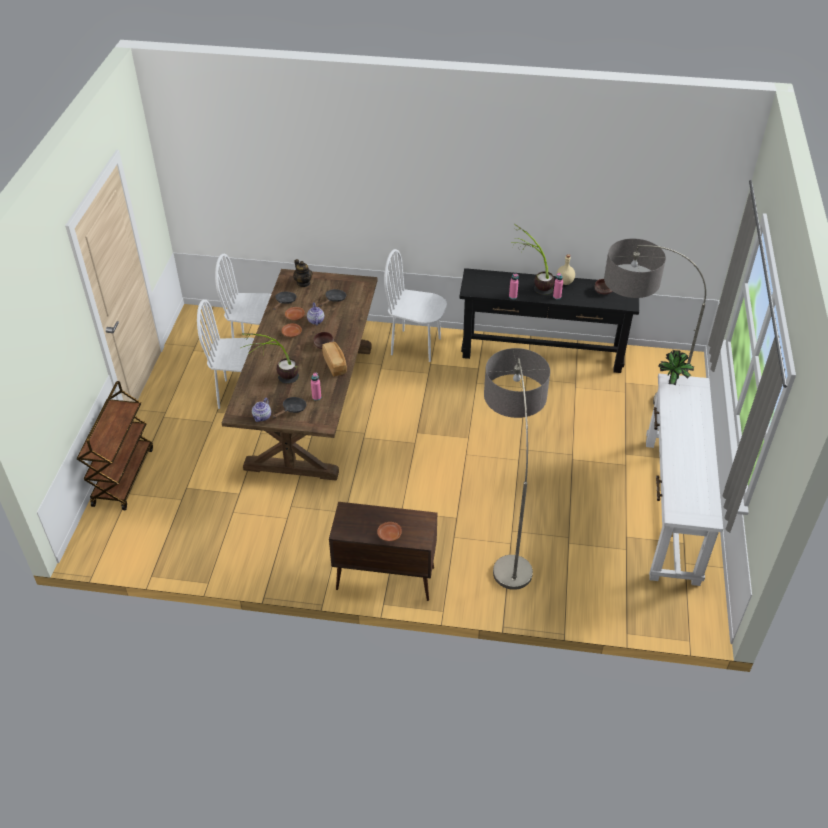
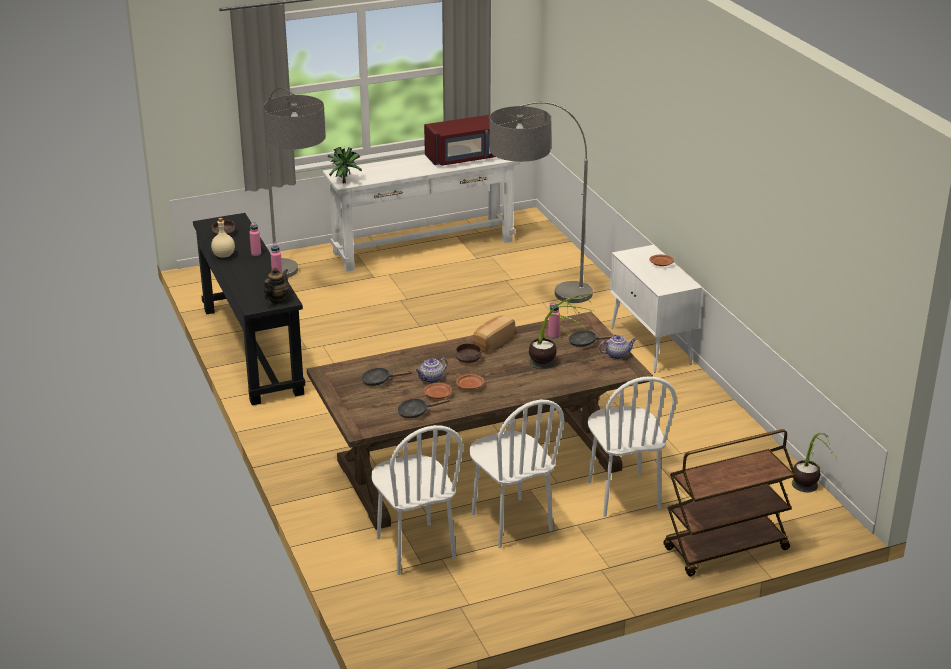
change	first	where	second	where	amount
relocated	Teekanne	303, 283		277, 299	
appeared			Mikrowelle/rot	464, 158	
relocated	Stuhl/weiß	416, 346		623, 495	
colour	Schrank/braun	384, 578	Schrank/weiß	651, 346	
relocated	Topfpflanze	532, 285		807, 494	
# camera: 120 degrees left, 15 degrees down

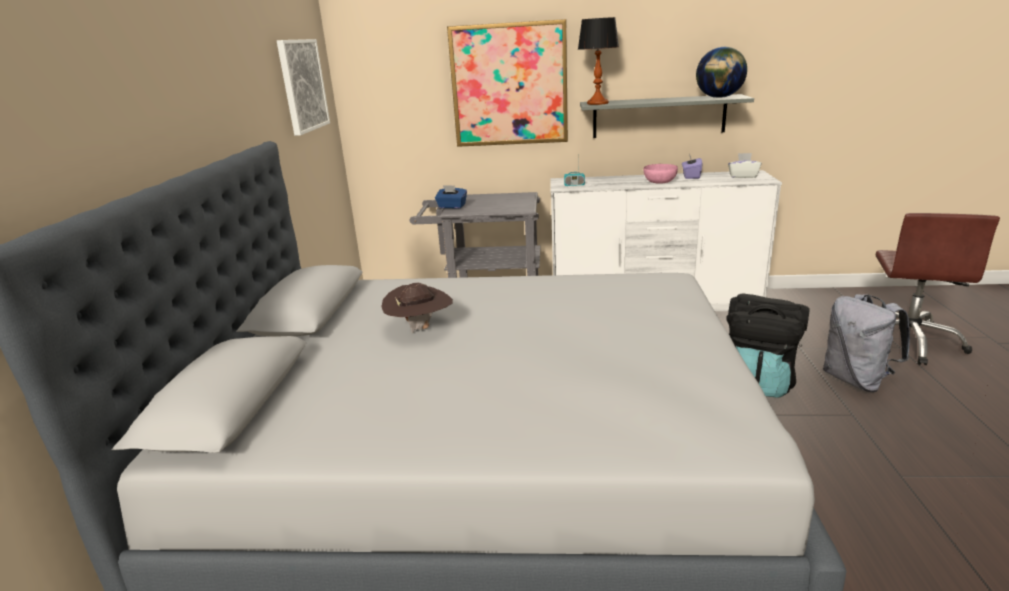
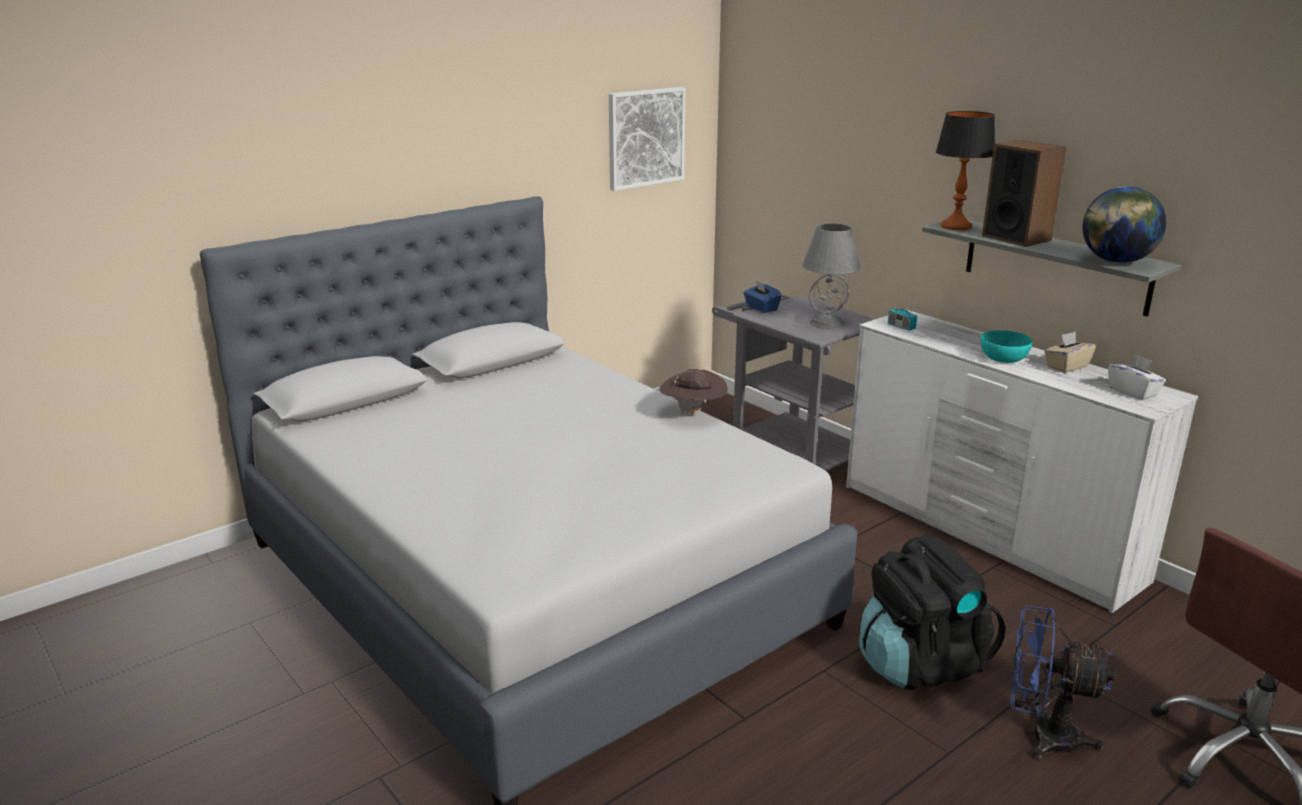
change	first	where	second	where	amount
relocated	Hut/braun	420, 328		693, 413	
appeared			Tischlampe/grau	826, 323	
colour	Schüssel/rosa	660, 182	Schüssel/türkis	1003, 359	
appeared			Lautsprecher	1016, 238	
exchanged	Rucksack/grau	856, 380	Ventilator/blau	1042, 736	
colour	Taschentuchbox/lila	690, 176	Taschentuchbox/beige	1066, 366	
missing	Bild	509, 85			
# camera: 45 degrees right, 0 degrees up

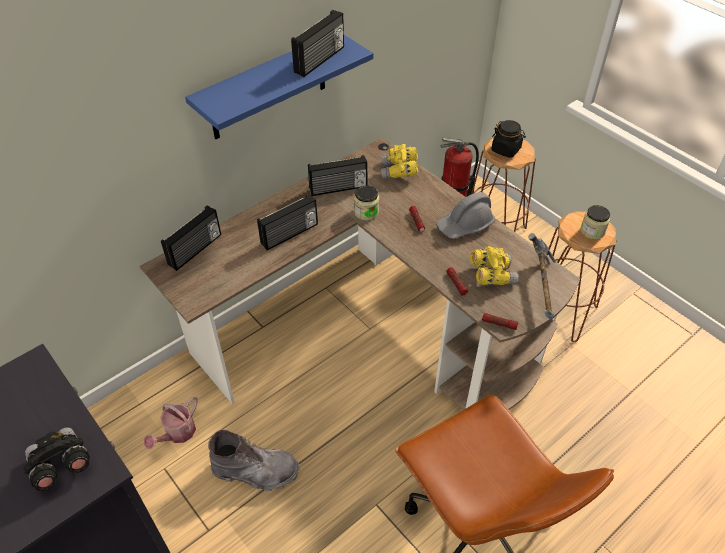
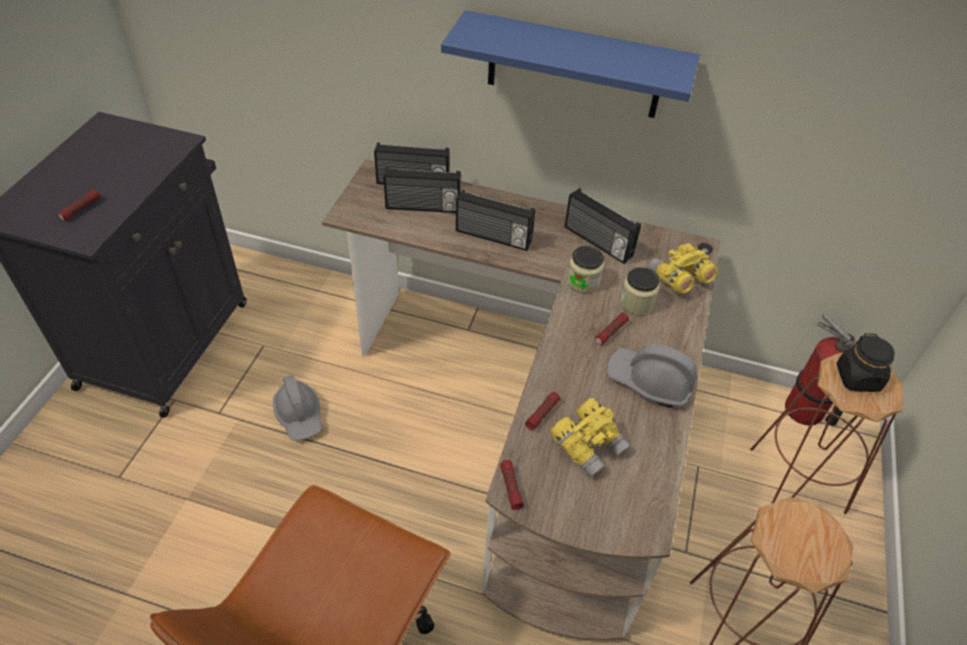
change	first	where	second	where	amount
exchanged	Fernglas/schwarz	60, 466	Taschenlampe	81, 209	
exchanged	Stiefel/grau	256, 471	Schutzhelm/grau	299, 415	
relocated	Radio	320, 60		423, 207	
relocated	Vorratsglas	592, 231		636, 303	
missing	Gießkanne	177, 434			
missing	Hammer	540, 289			
# camera: 55 degrees right, 0 degrees up

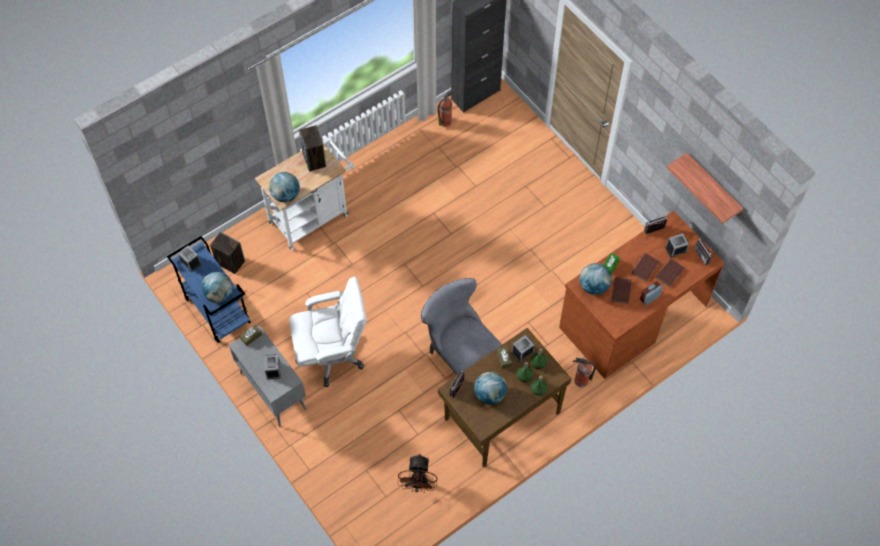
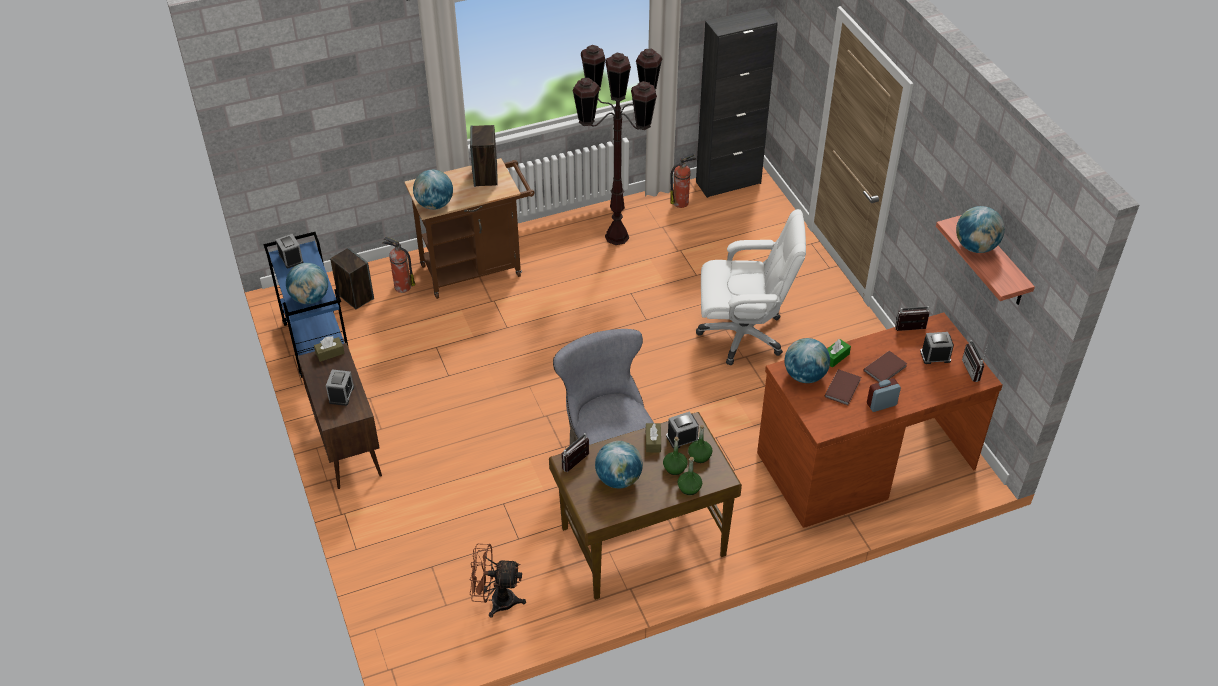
change	first	where	second	where	amount
colour	Schrank/grau	272, 390	Schrank/braun	347, 445	
relocated	Feuerlöscher	580, 381		401, 286	
colour	Rollwagen/weiß	312, 216	Rollwagen/braun	477, 268	
spun	Ventilator/braun	418, 484		496, 600	75 degrees clockwise
appeared			Stehlampe/braun	617, 237	
relocated	Bürostuhl/weiß	332, 355		743, 334	
appeared			Globus	975, 247	
missing	Buch/braun	670, 273			
# camera: 15 degrees right, 15 degrees down

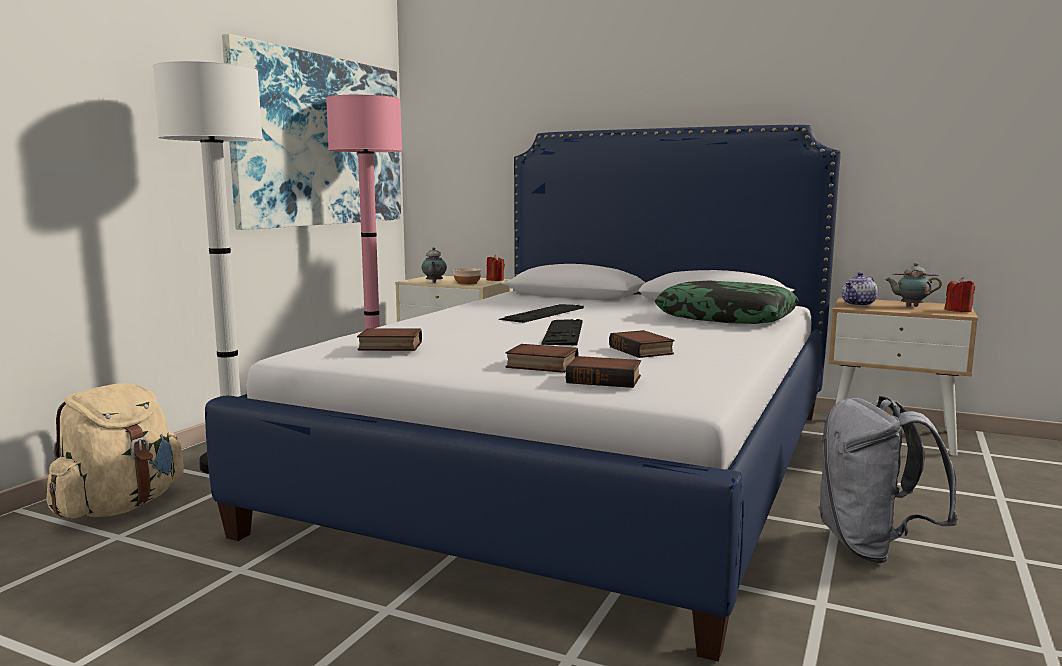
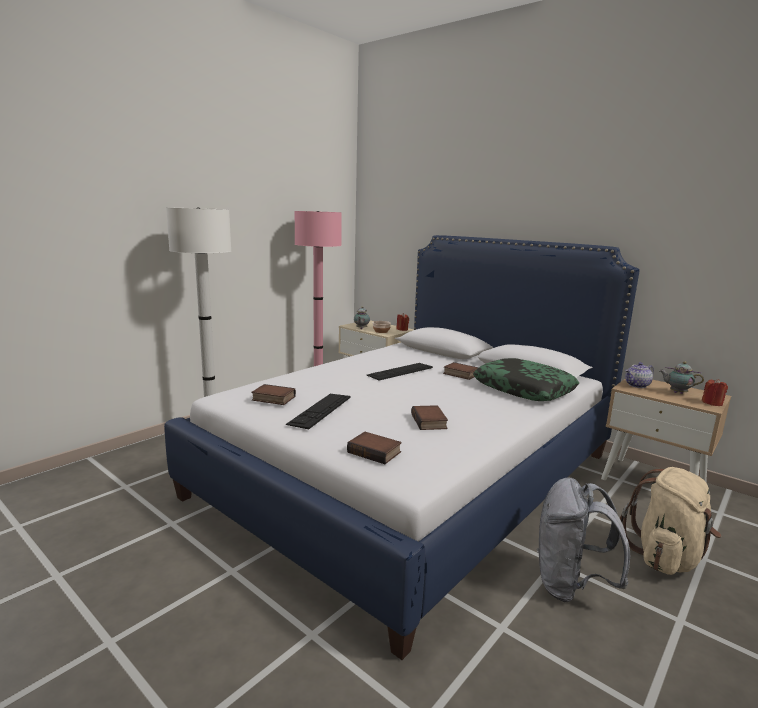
change	first	where	second	where	amount
relocated	Tastatur	563, 332		320, 410	
relocated	Buch	540, 365		460, 374	
relocated	Rucksack/beige	120, 506		666, 557	
missing	Bild	321, 141			
# camera: 15 degrees right, 5 degrees up

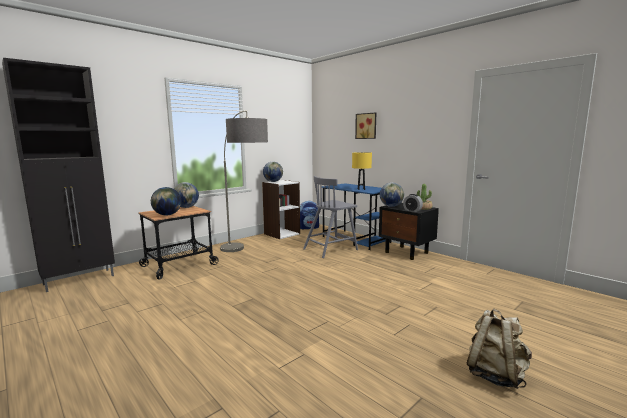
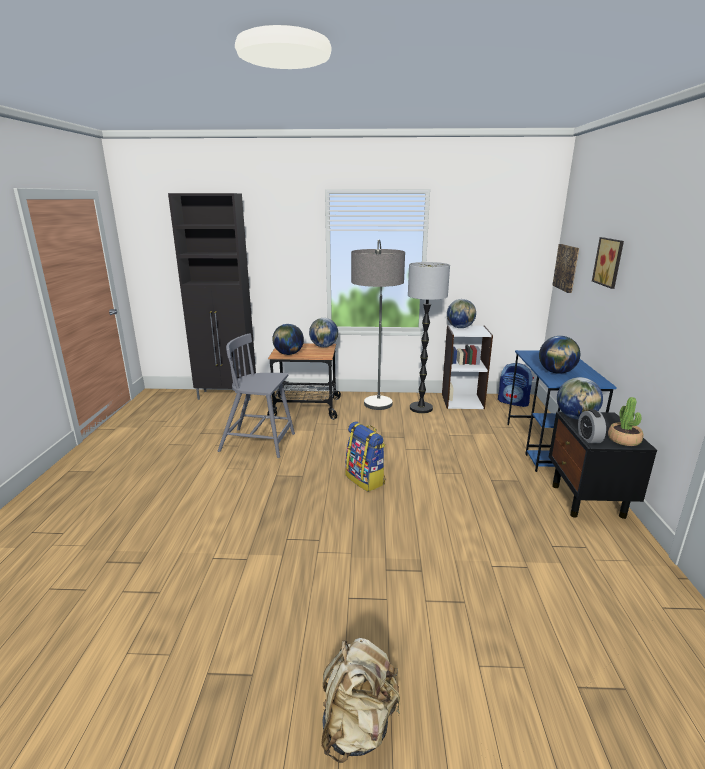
change	first	where	second	where	amount
relocated	Stuhl/grau	331, 249		259, 442	
appeared			Rucksack	365, 479	
appeared			Stehlampe	421, 408	
exchanged	Tischlampe/gelb	361, 189	Globus	556, 372	
appeared			Bild	567, 267	
# camera: 45 degrees right, 10 degrees up

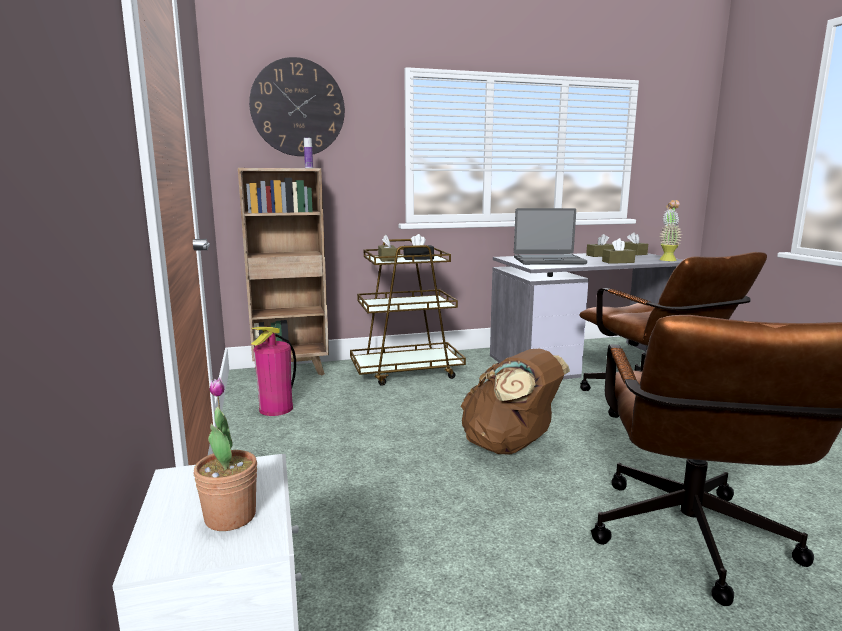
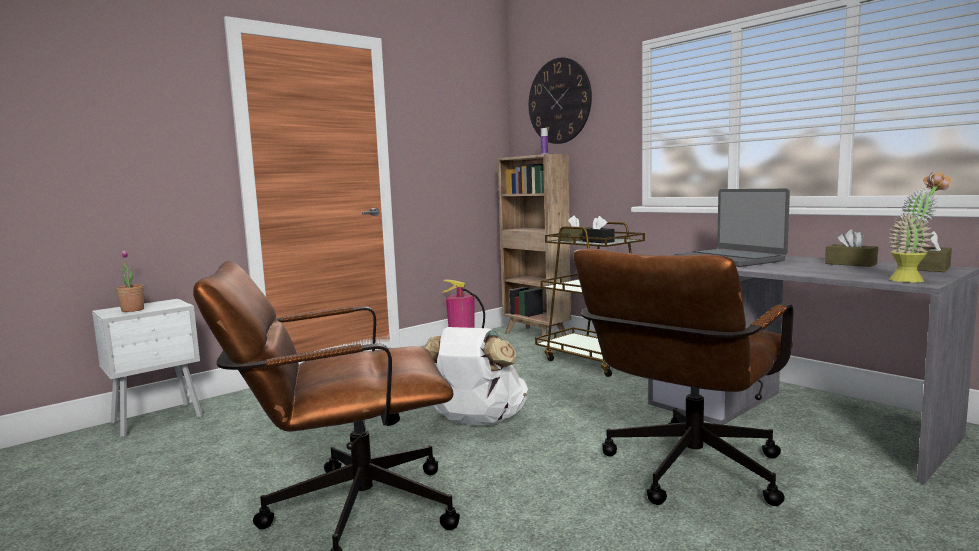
change	first	where	second	where	amount
colour	Rucksack/braun	510, 446	Rucksack/weiß	476, 422	
missing	Taschentuchbox/braun	618, 262			
# camera: 65 degrees right, 5 degrees down

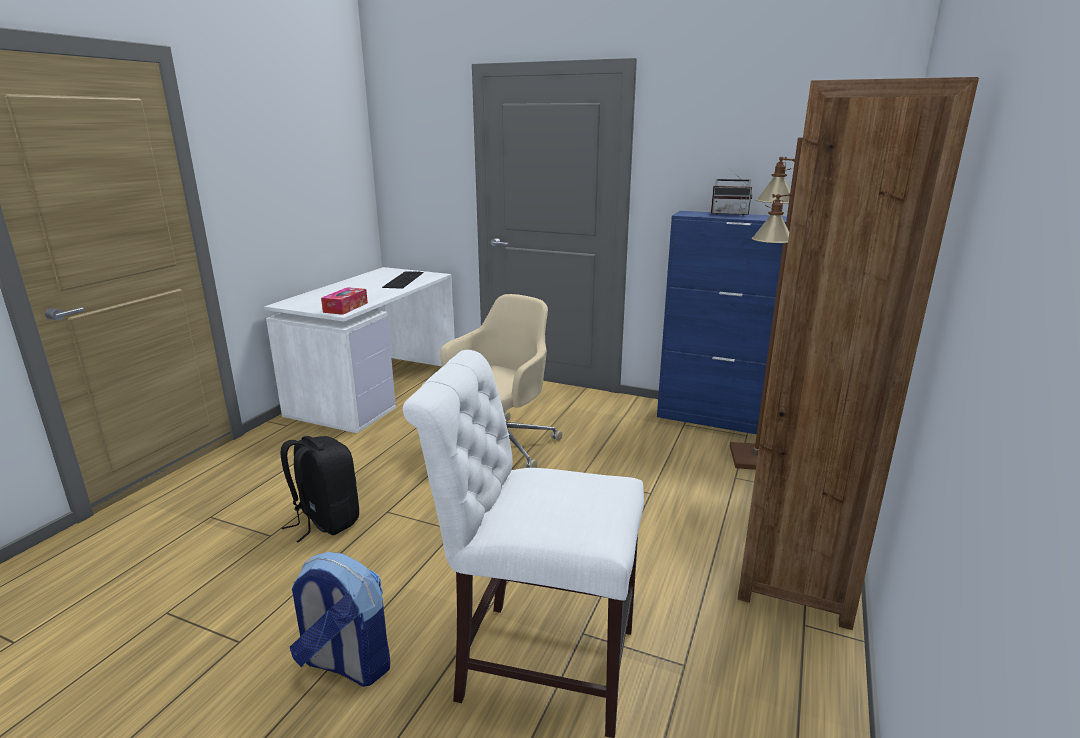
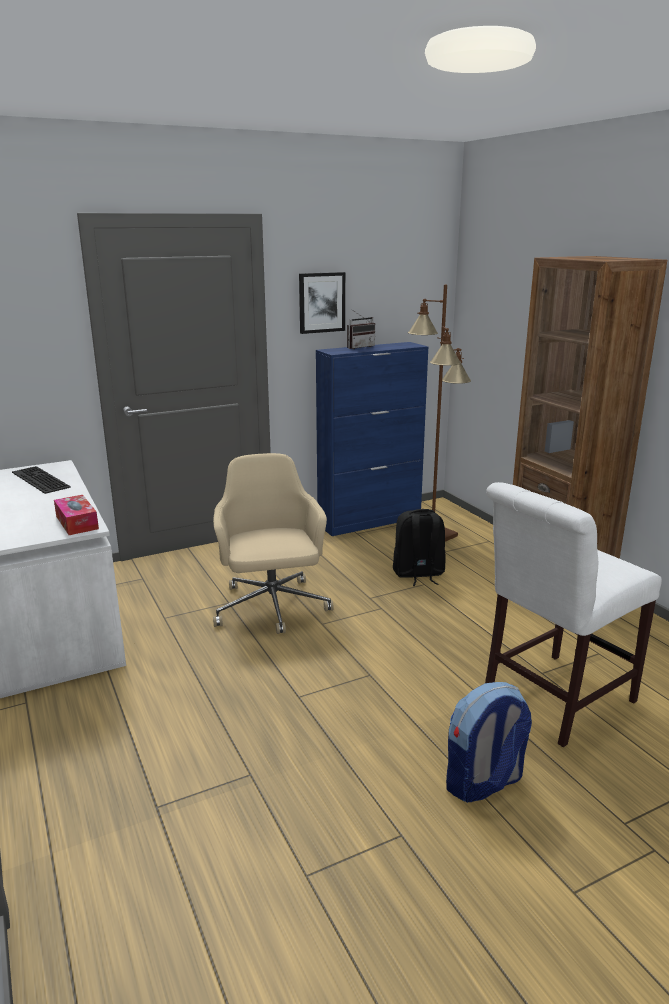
change	first	where	second	where	amount
appeared			Bild	321, 302	
relocated	Rucksack/schwarz	325, 521		418, 574	
# camera: 50 degrees left, 0 degrees up

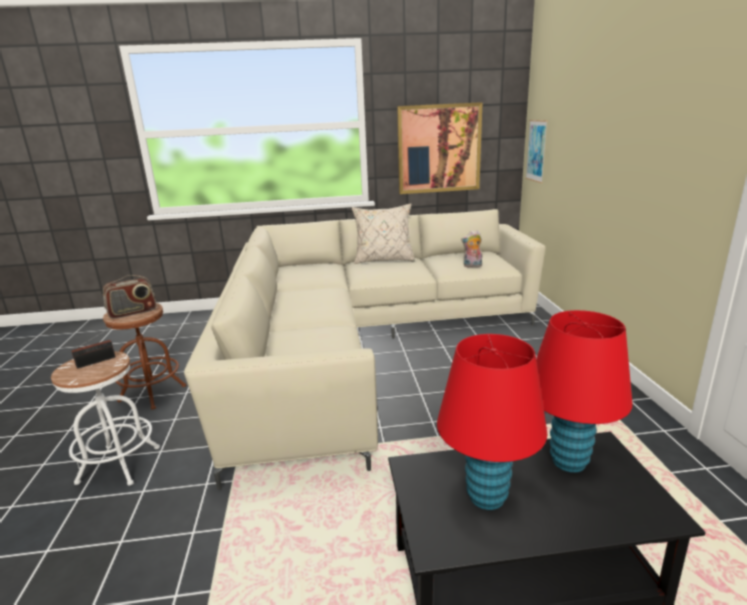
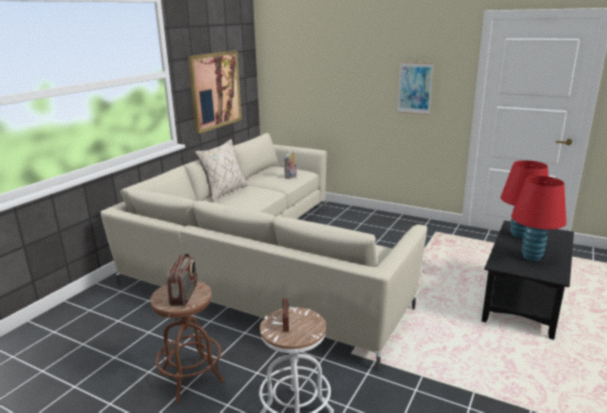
change	first	where	second	where	amount
relocated	Bild	536, 151		415, 88	
# camera: 55 degrees left, 0 degrees up

